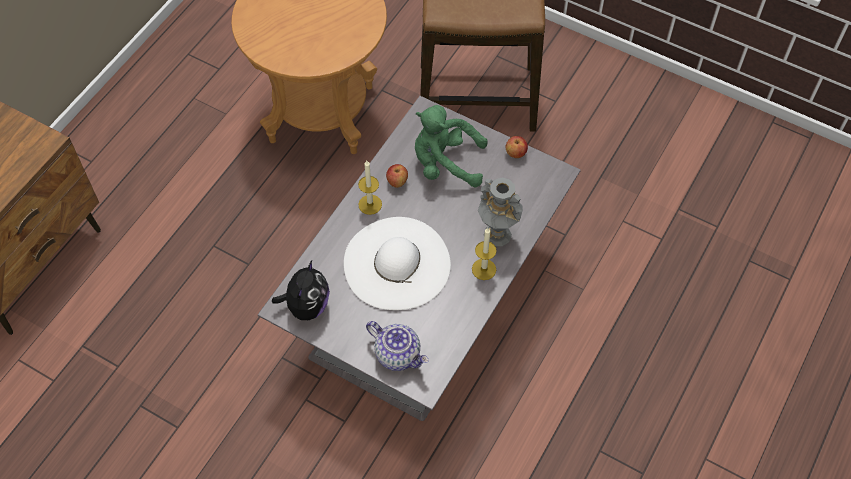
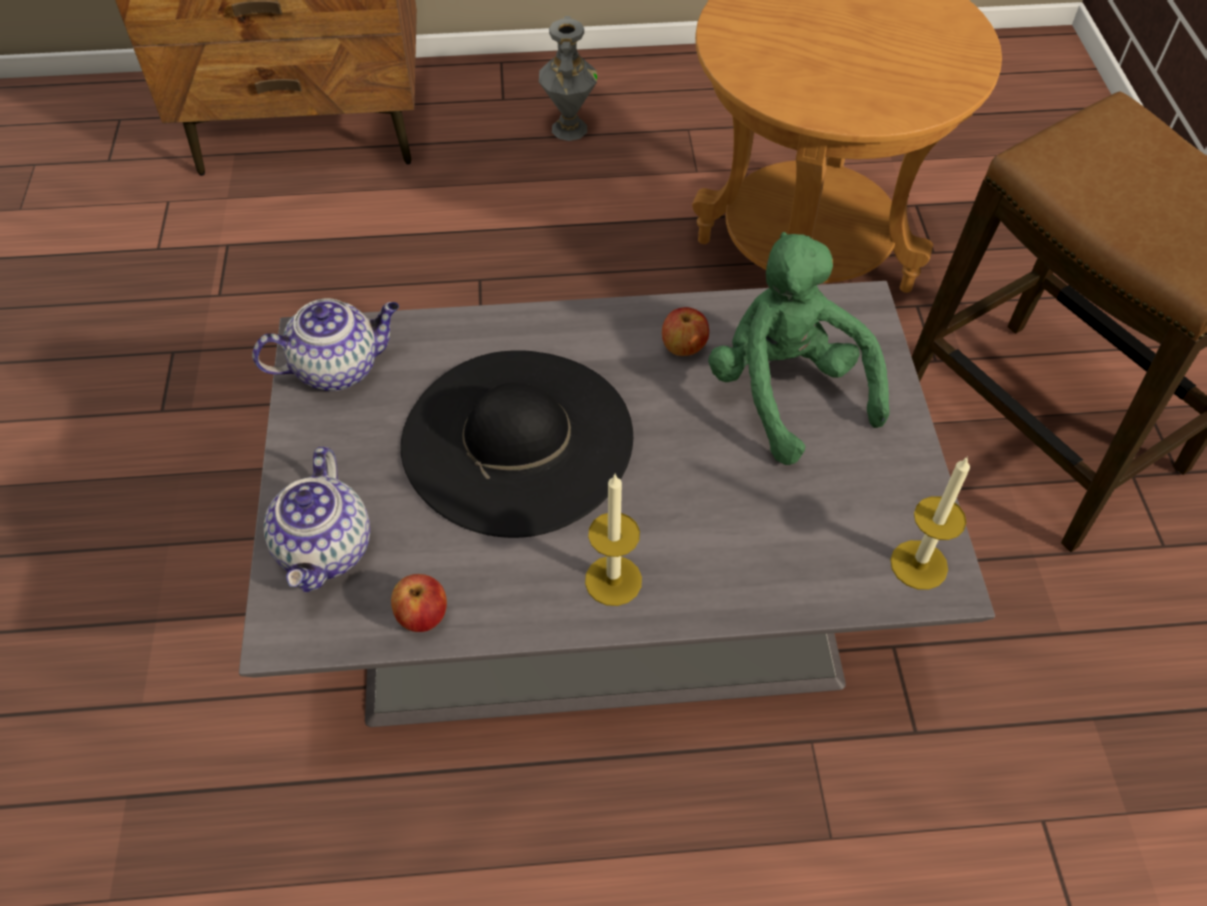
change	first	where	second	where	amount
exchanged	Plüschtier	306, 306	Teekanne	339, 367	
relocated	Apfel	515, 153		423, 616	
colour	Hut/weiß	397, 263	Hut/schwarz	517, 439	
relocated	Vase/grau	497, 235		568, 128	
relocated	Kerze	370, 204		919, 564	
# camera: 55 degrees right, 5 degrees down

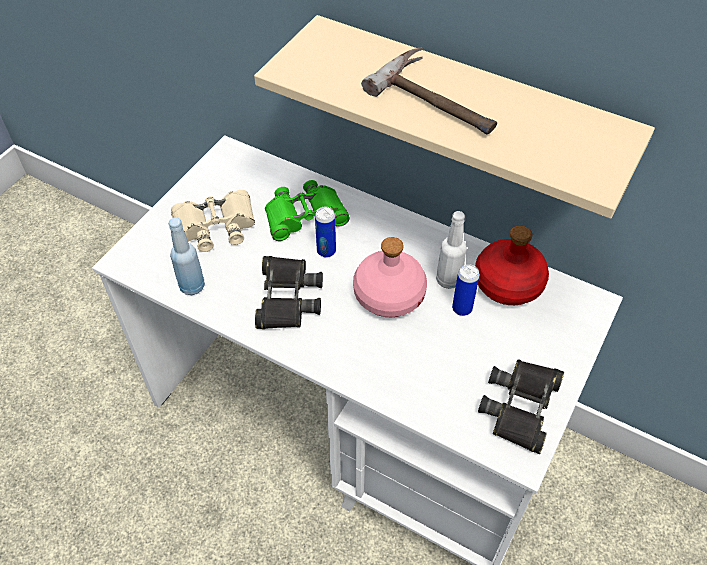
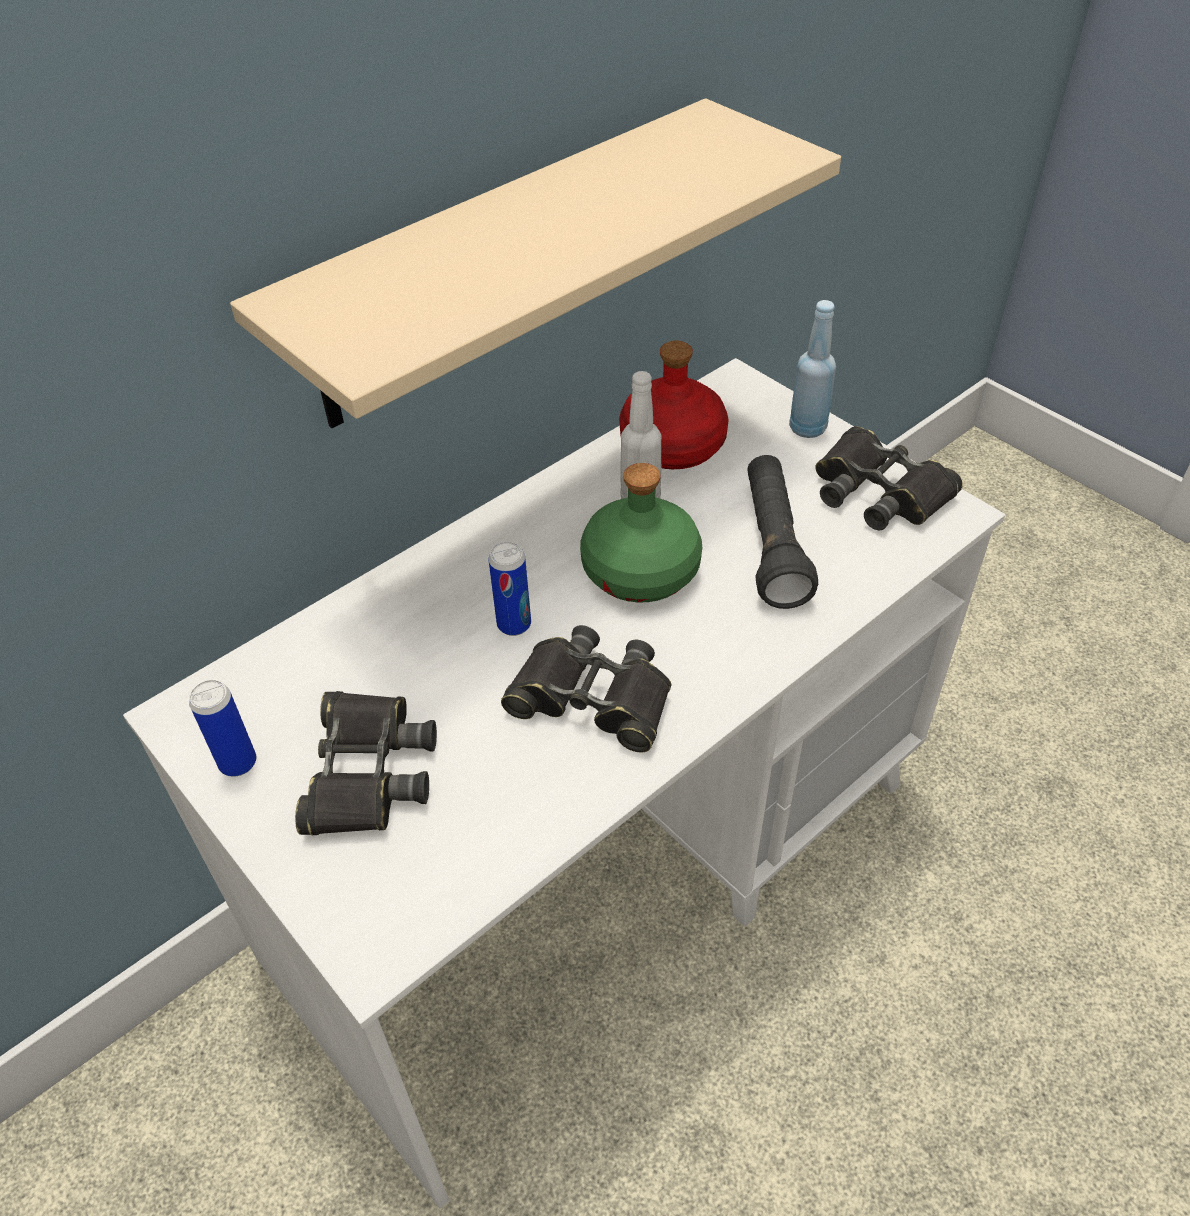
change	first	where	second	where	amount
relocated	Dose	462, 308		238, 763	
colour	Fernglas/beige	216, 226	Fernglas/schwarz	367, 771	
colour	Flasche/rosa	388, 295	Flasche/grün	640, 572	
appeared			Taschenlampe/schwarz	772, 546	
relocated	Flasche/blau	192, 286		807, 428	
missing	Fernglas/grün	305, 216			
missing	Hammer	439, 99			
# camera: 70 degrees left, 5 degrees down

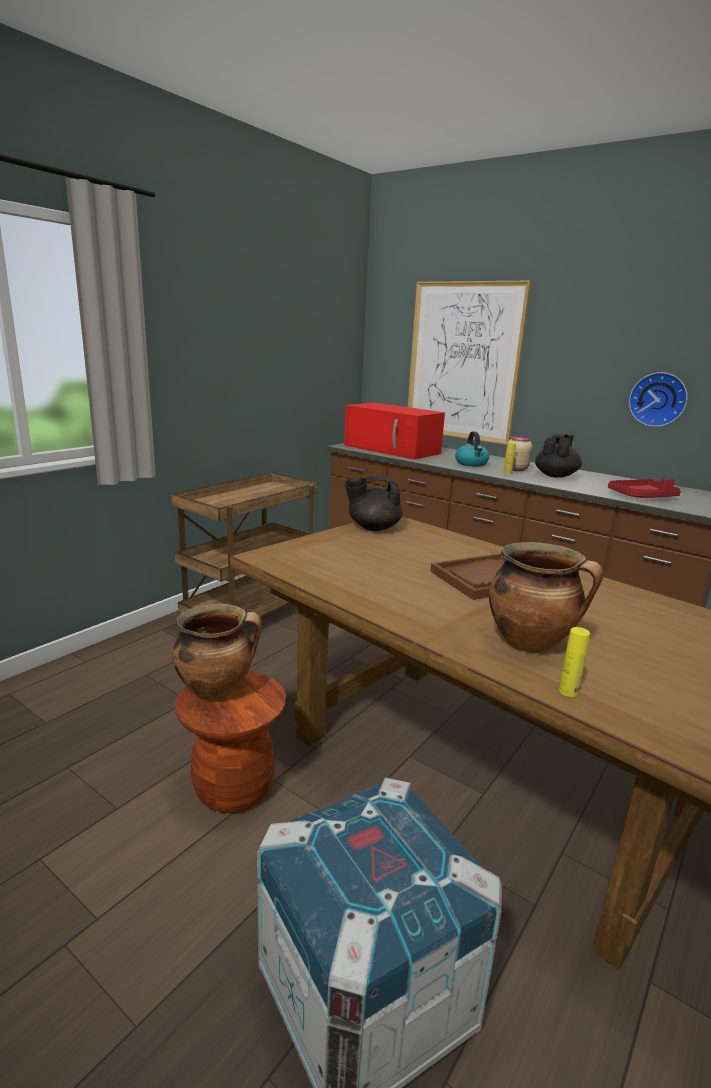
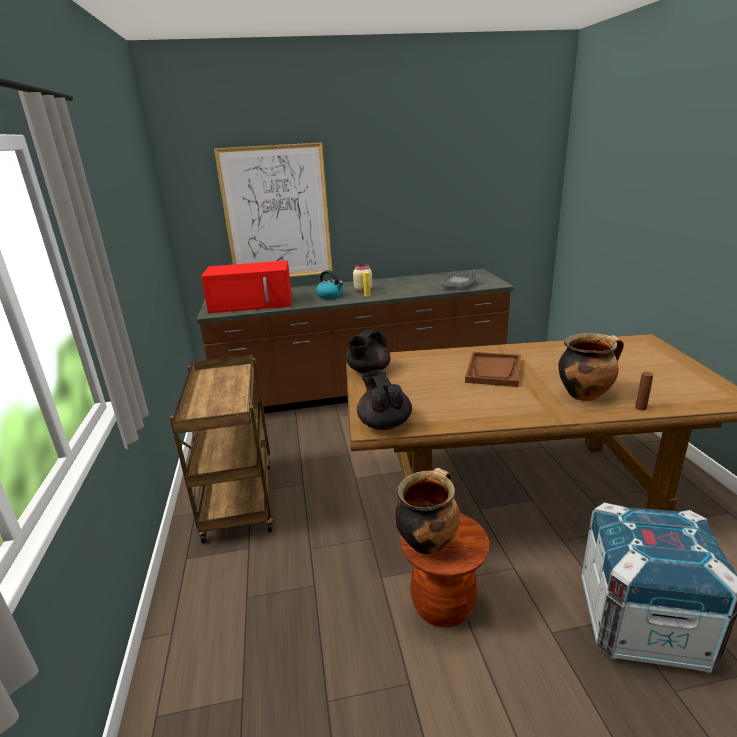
change	first	where	second	where	amount
relocated	Teekanne/schwarz	556, 476		384, 423	
colour	Tablett/rot	642, 496	Tablett/grau	458, 285	
colour	Flasche/gelb	568, 691	Flasche/braun	640, 407	
missing	Wanduhr	658, 399			
# camera: 45 degrees left, 5 degrees up

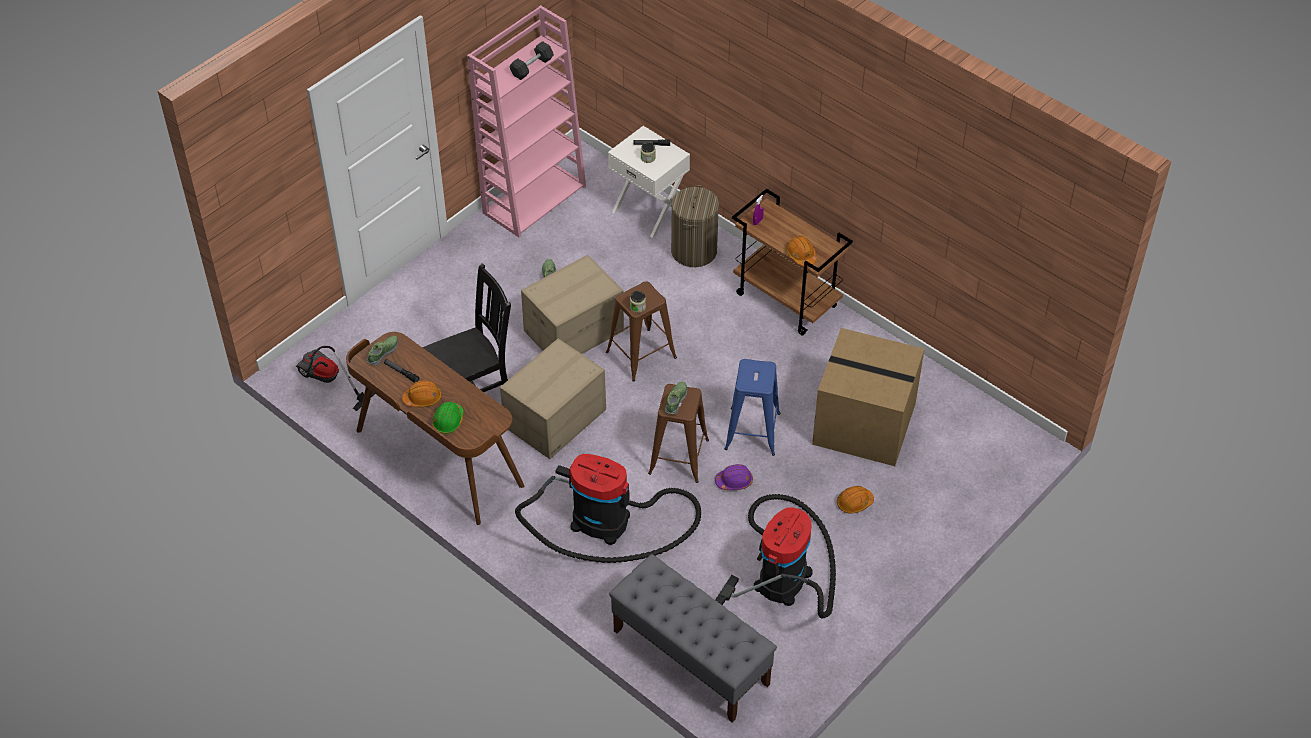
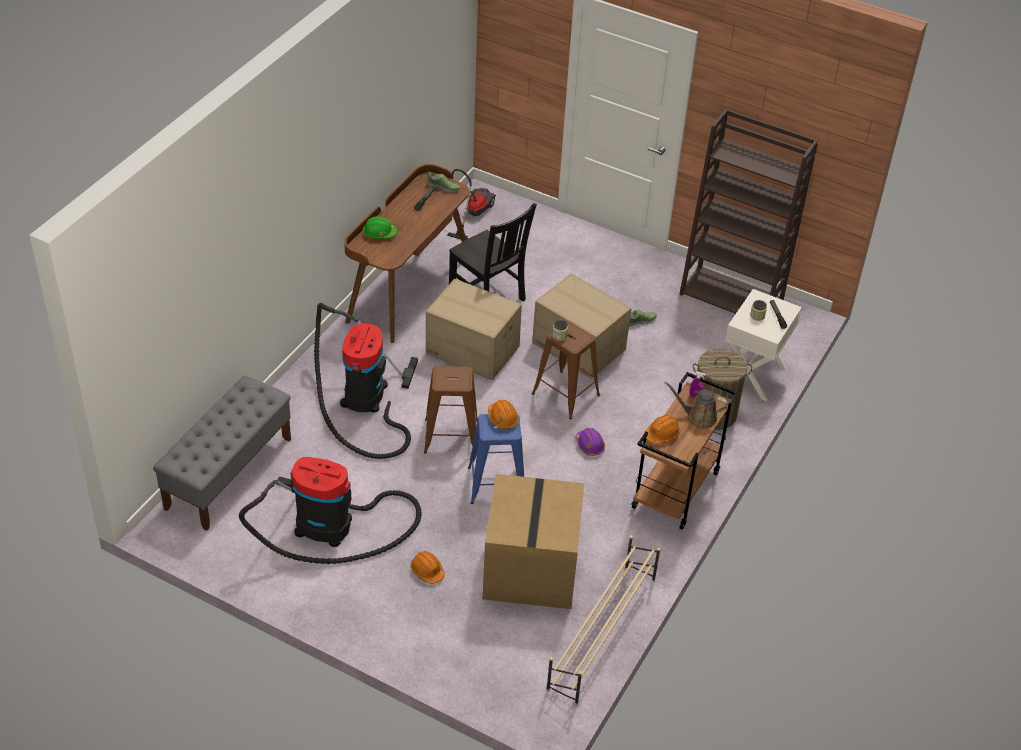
change	first	where	second	where	amount
relocated	Schutzhelm/orange	423, 399		502, 418	
appeared			Schuhregal/beige	601, 634	
relocated	Schutzhelm/lila	734, 481		589, 445	
appeared			Gießkanne/braun	698, 417	
colour	Bücherregal/rosa	534, 198	Bücherregal/braun	732, 296	
missing	Hantel/grau	532, 67			
missing	Schuh	676, 400			
# camera: 75 degrees right, 5 degrees down

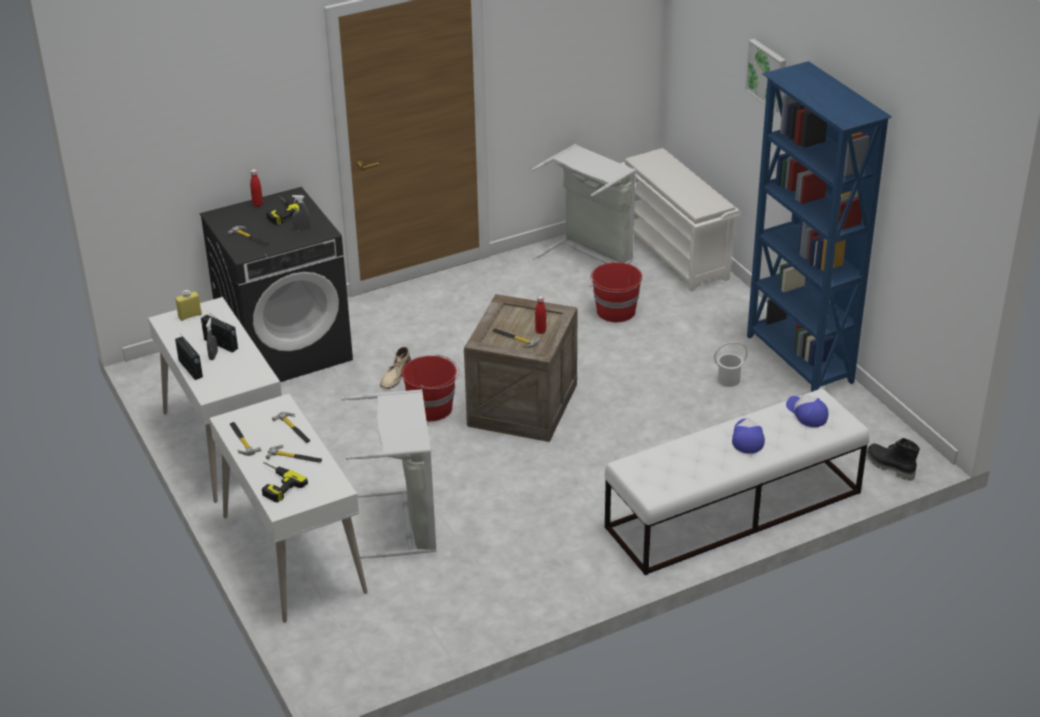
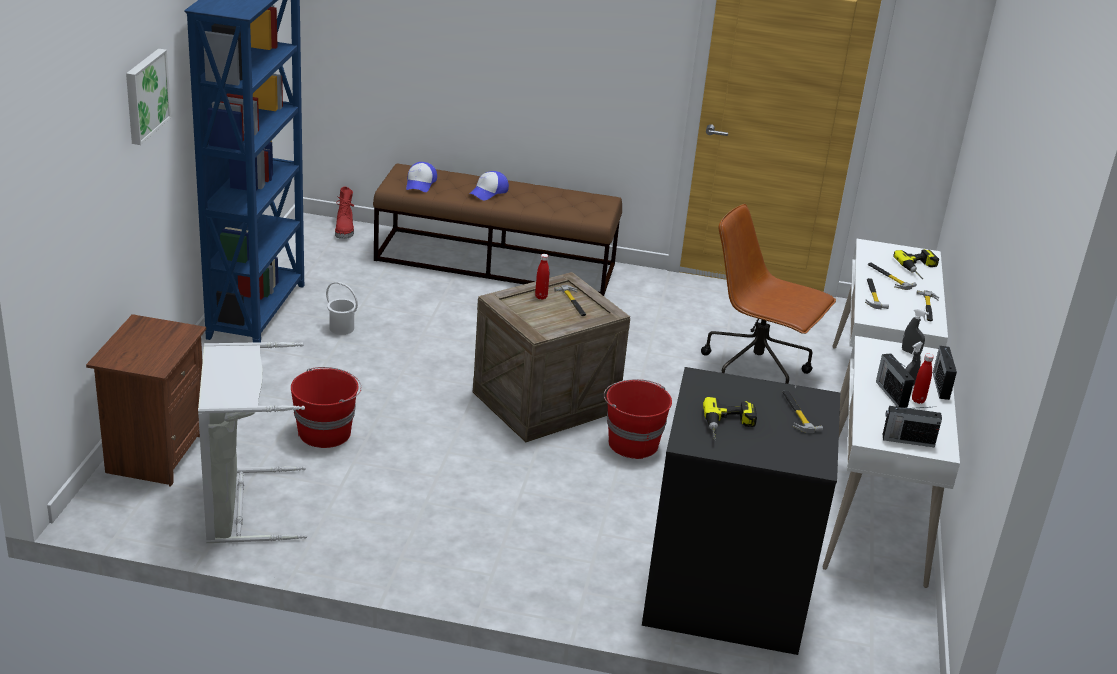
change	first	where	second	where	amount
exchanged	Schuhregal/weiß	676, 254	Nachttisch/braun	155, 454	
colour	Stiefel/schwarz	889, 467	Stiefel/rot	345, 230	
colour	Bank/weiß	733, 510	Bank/braun	496, 262	
exchanged	Wäschekorb/grau	406, 523	Bürostuhl/braun	756, 372	
exchanged	Flasche/gelb	190, 316	Radio	907, 440	
relocated	Sprühflasche/grau	302, 229		910, 352	
relocated	Flasche/rot	257, 204		918, 400	
missing	Stiefel/beige	395, 376			
# camera: 145 degrees left, 5 degrees down

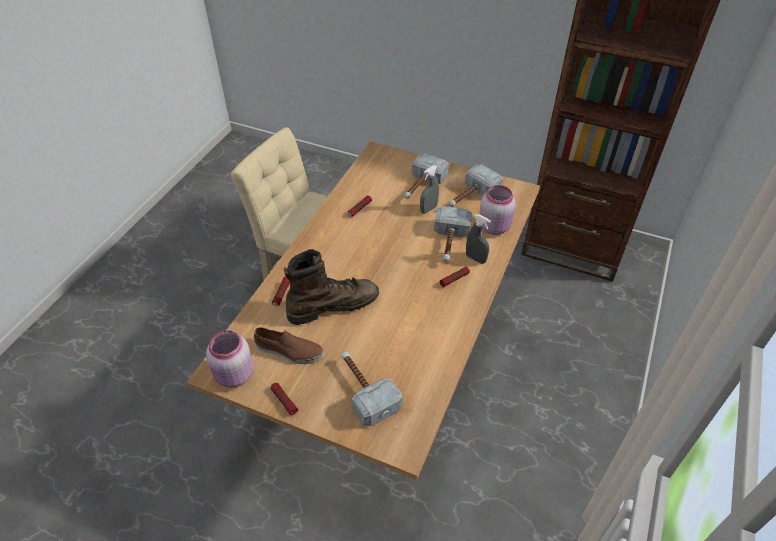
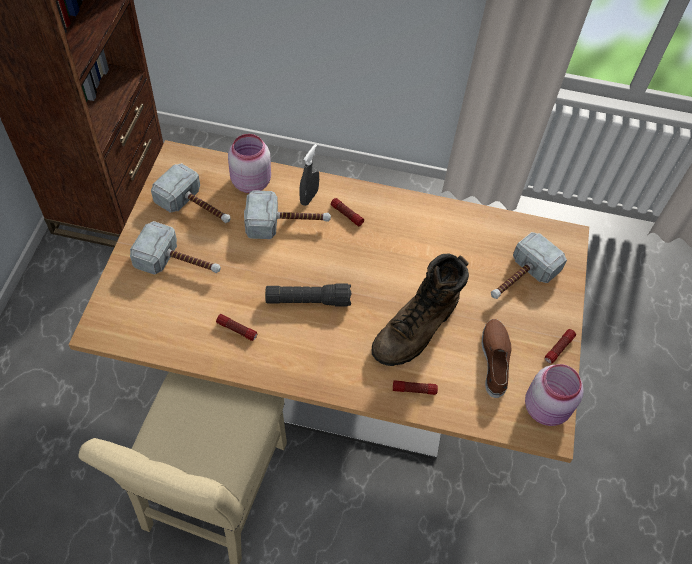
change	first	where	second	where	amount
appeared			Taschenlampe/schwarz	308, 300	
spun	Stiefel/braun	332, 305		417, 329	105 degrees counterclockwise
missing	Sprühflasche/grau	428, 209			
# camera: 105 degrees left, 10 degrees up

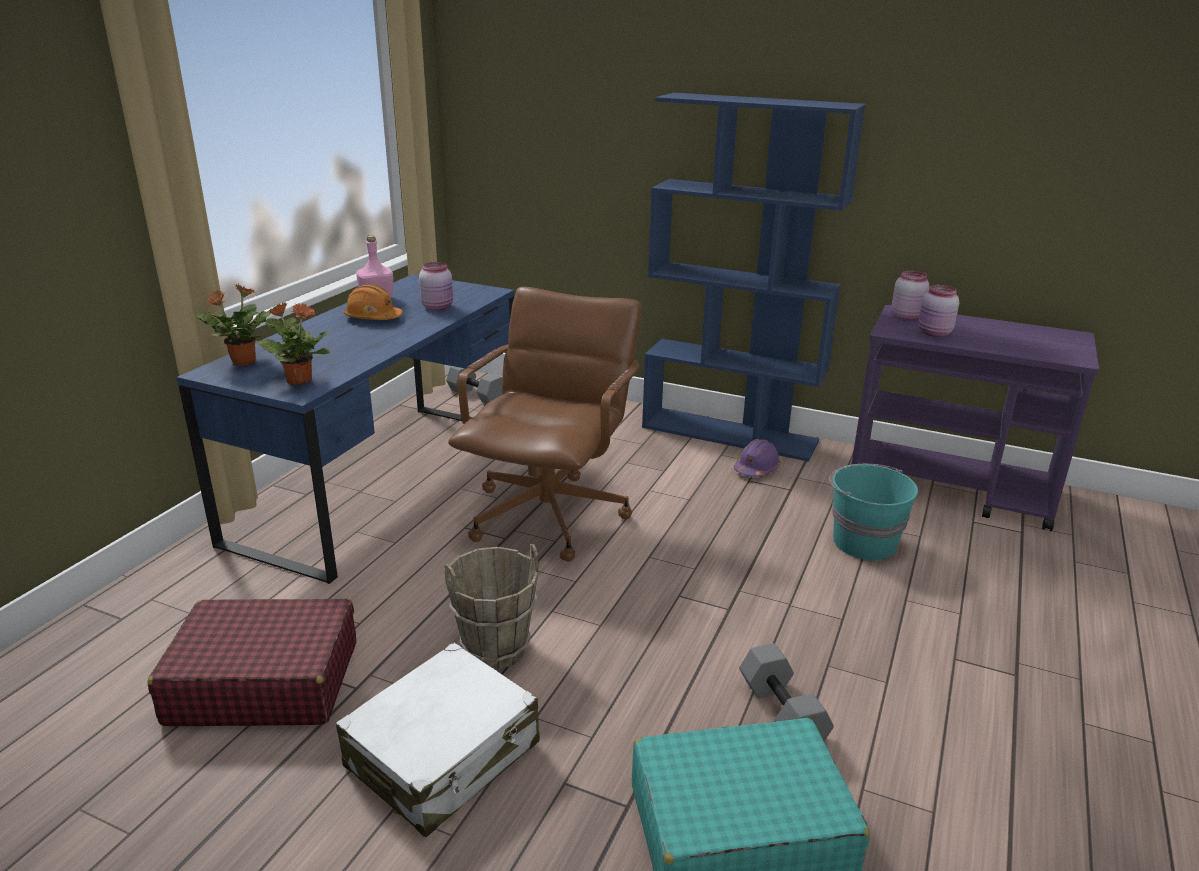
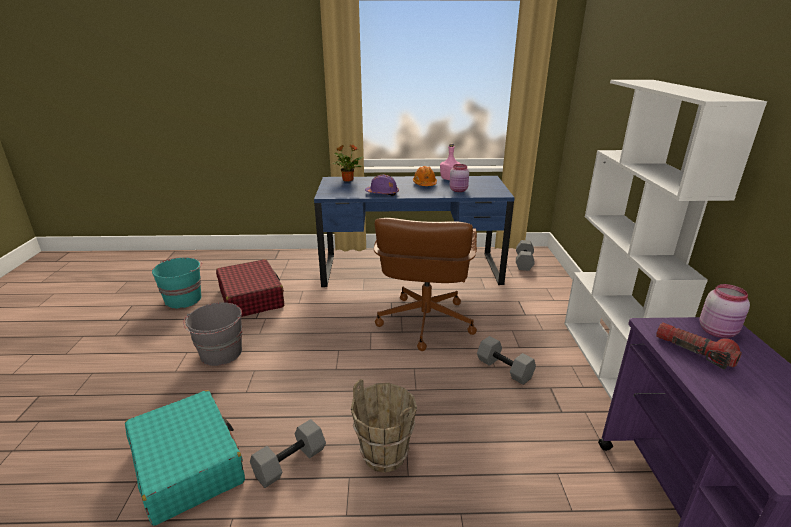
change	first	where	second	where	amount
relocated	Eimer/türkis	863, 542		184, 299	
exchanged	Koffer/weiß	444, 756	Eimer/grau	221, 353	
relocated	Eimer/braun	495, 648		384, 454	
relocated	Schutzhelm/lila	756, 469		382, 193	
spun	Bürostuhl/braun	549, 516		424, 322	105 degrees clockwise
appeared			Hantel/grau	505, 369	
colour	Bücherregal/blau	730, 434	Bücherregal/weiß	608, 362	
exchanged	Vorratsglas/rosa	934, 333	Taschenlampe	694, 352	
missing	Topfpflanze	298, 380			
# camera: 65 degrees right, 0 degrees up

